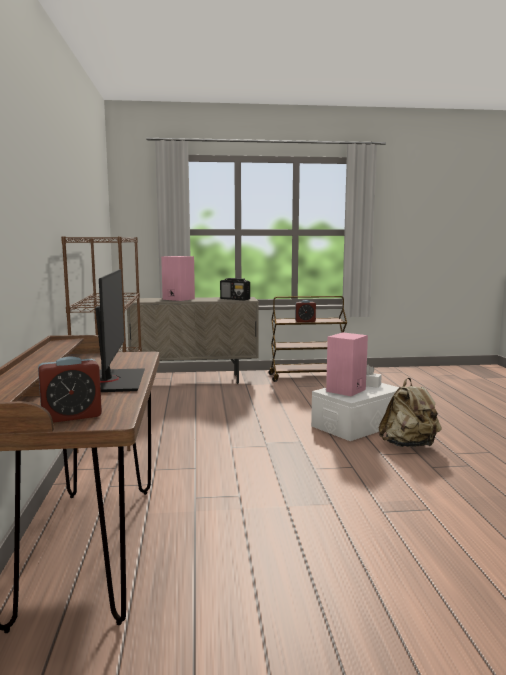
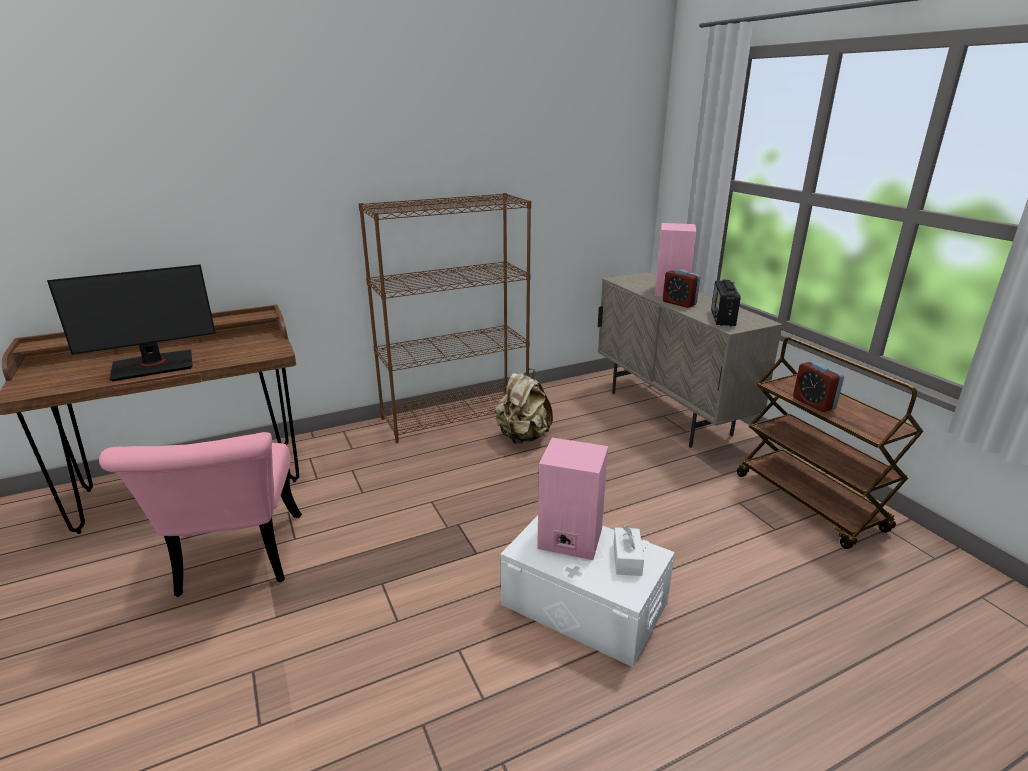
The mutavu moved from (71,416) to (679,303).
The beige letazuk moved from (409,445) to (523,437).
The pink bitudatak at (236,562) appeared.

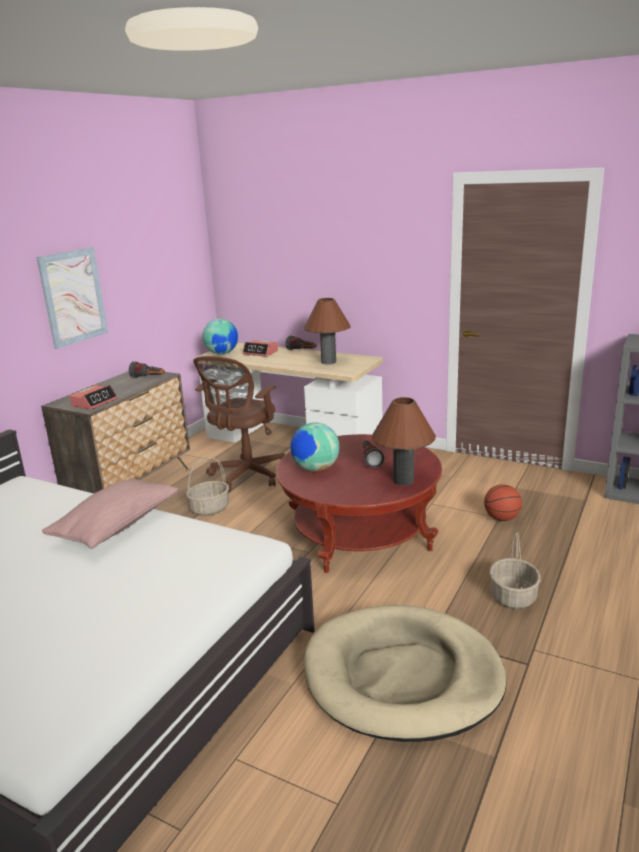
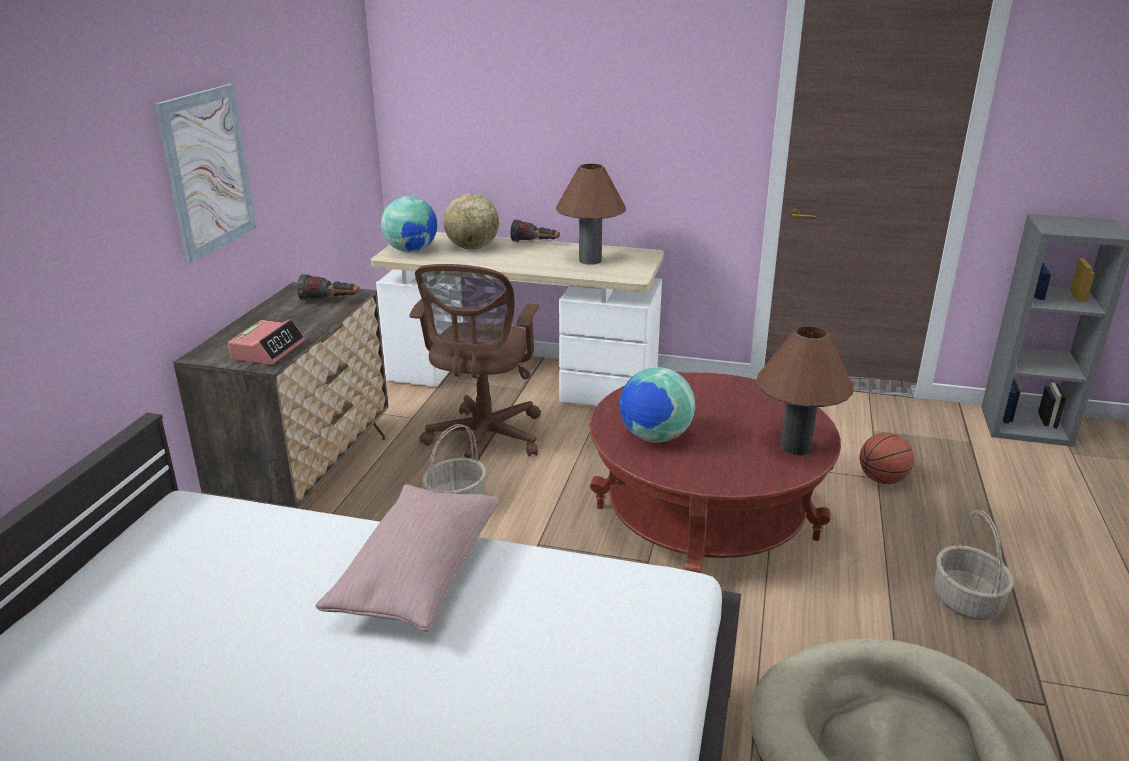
The mutavu at (260,353) was replaced by the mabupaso at (473,248).
The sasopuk at (370,460) disappeared.

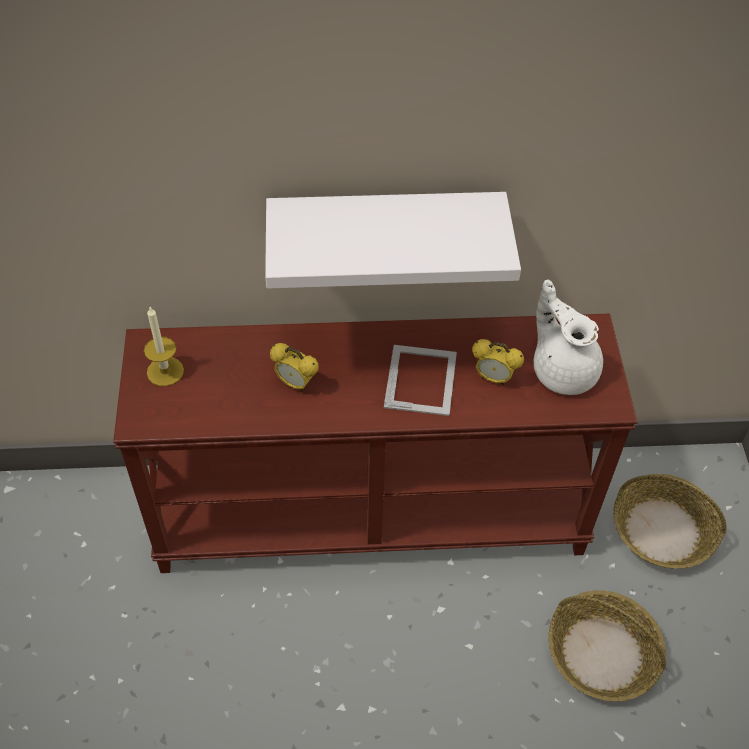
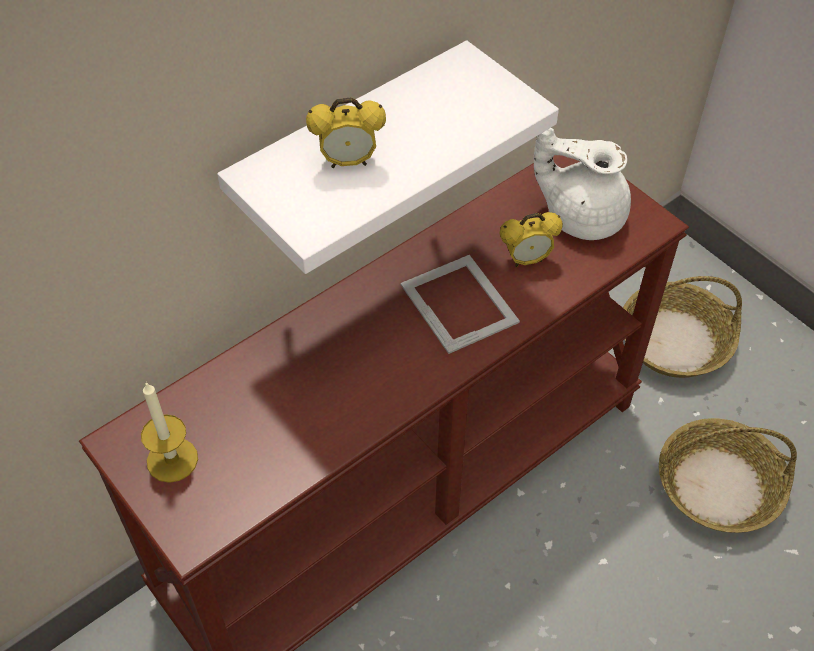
The mutavu moved from (295,384) to (348,162).

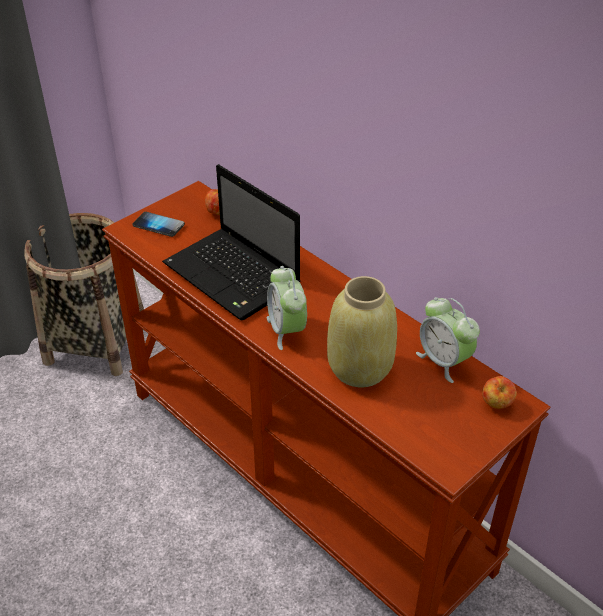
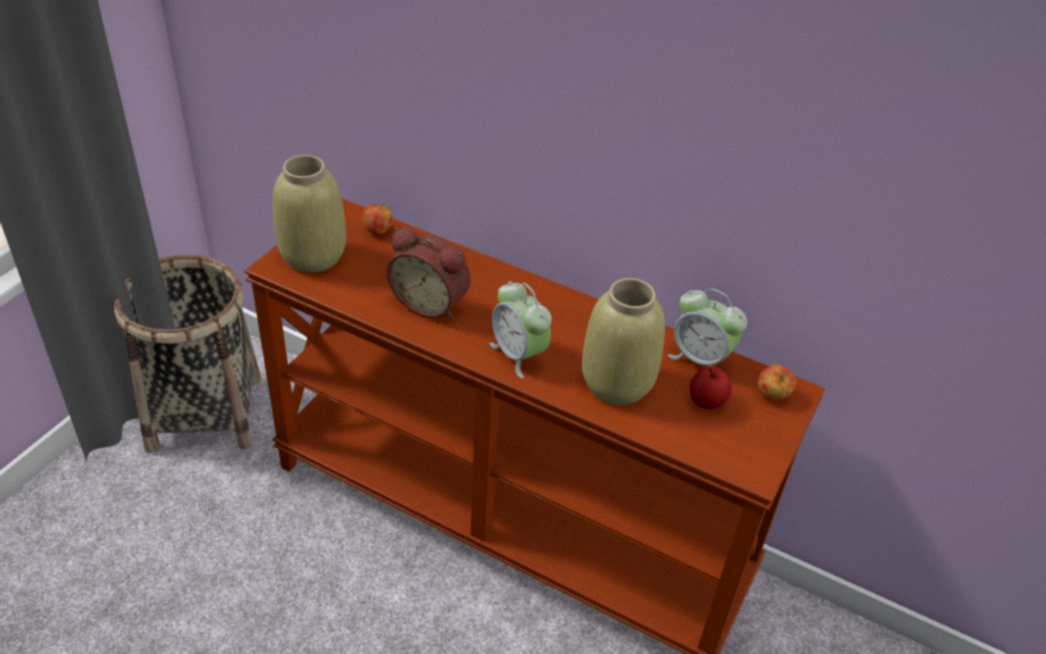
The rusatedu at (158,225) was replaced by the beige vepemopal at (313,256).
The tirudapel at (234,276) was replaced by the mutavu at (431,302).
The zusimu at (706,401) appeared.

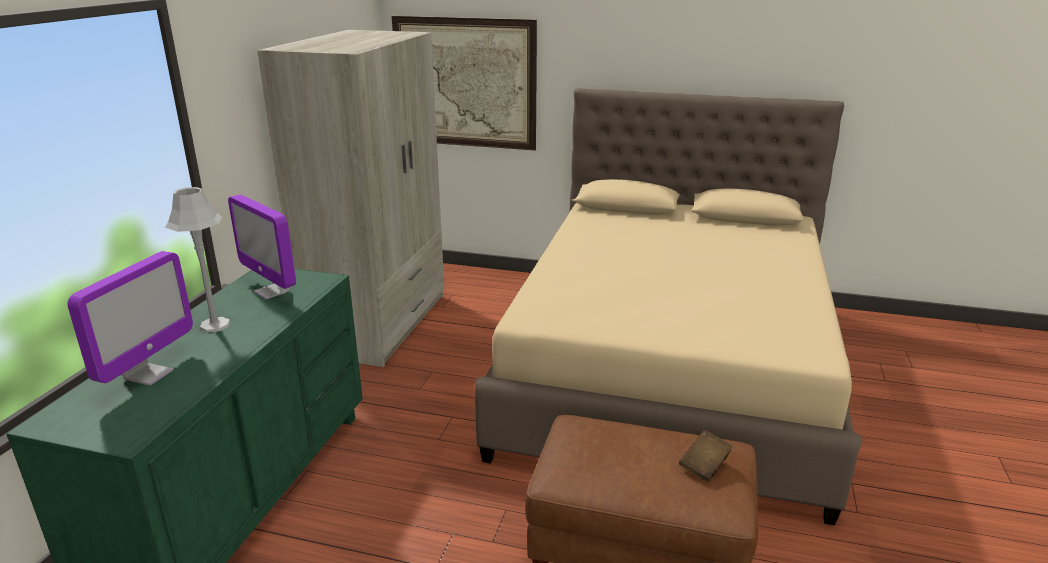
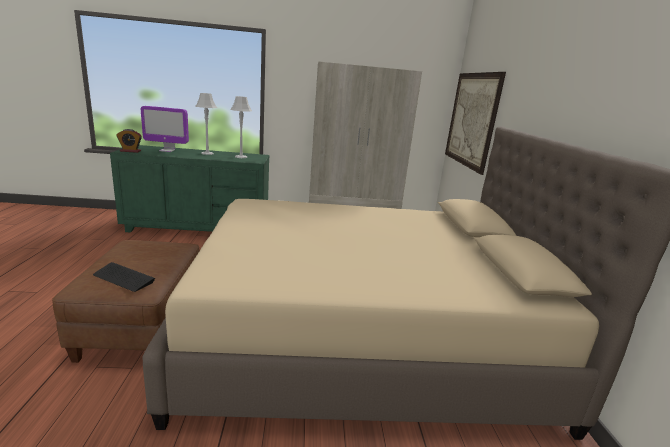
The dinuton at (272,291) was replaced by the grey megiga at (241,157).
The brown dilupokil at (704,466) was replaced by the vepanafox at (123,278).
The mutavu at (130,151) appeared.

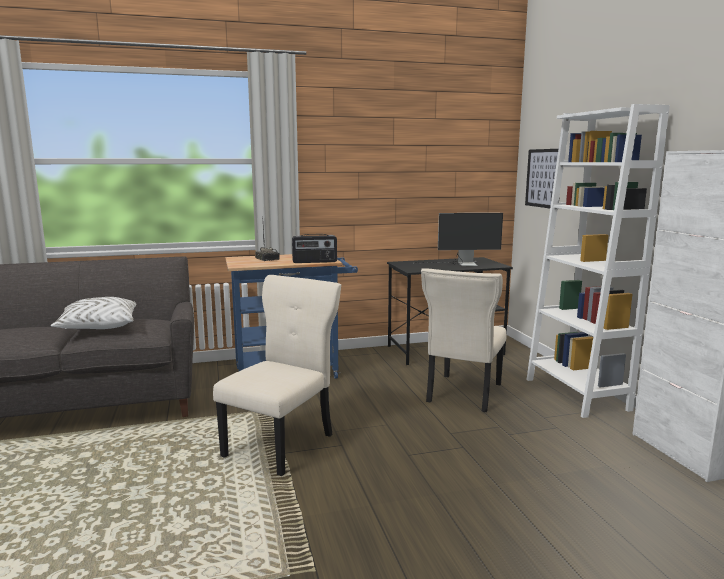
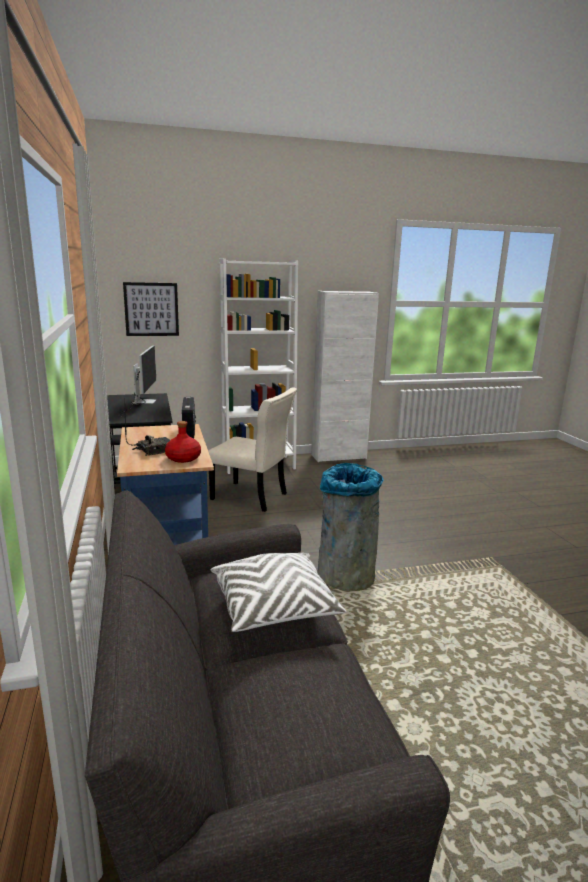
The beige bitudatak at (282,443) was replaced by the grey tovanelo at (345,575).
The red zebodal at (183,458) appeared.

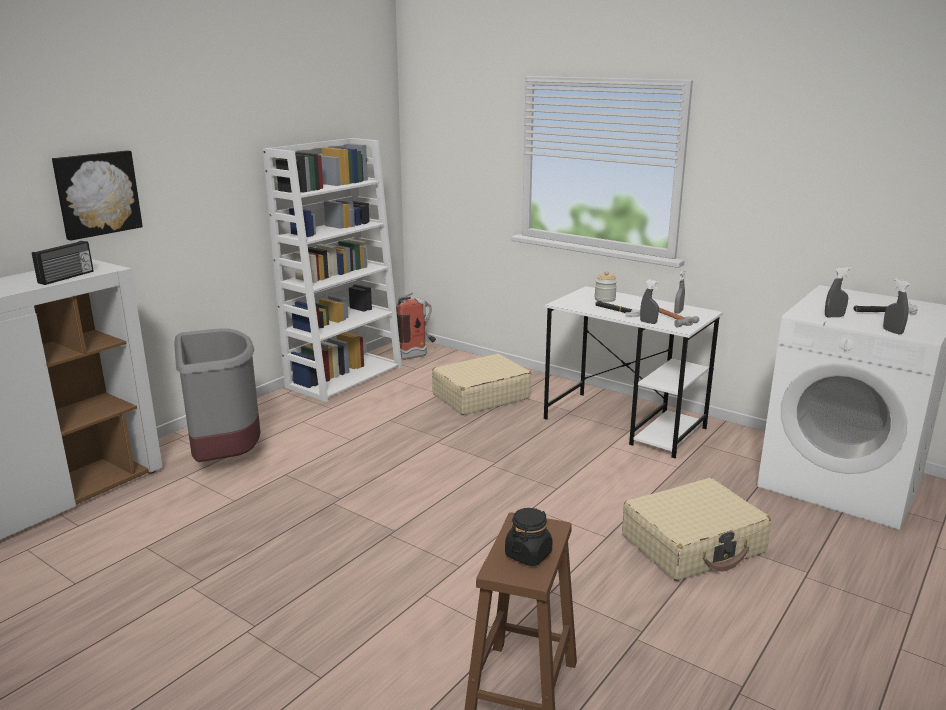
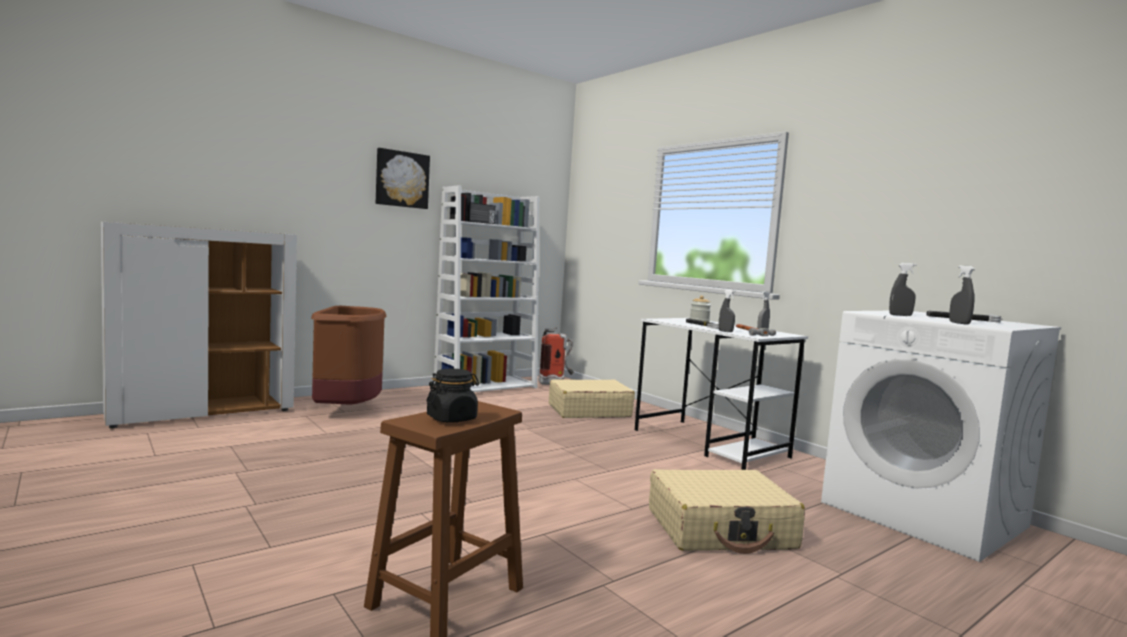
The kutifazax moved from (67,277) to (480,223).
The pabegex moved from (97,194) to (402,179).
The grey tovanelo at (224,455) became the brown tovanelo at (348,410).

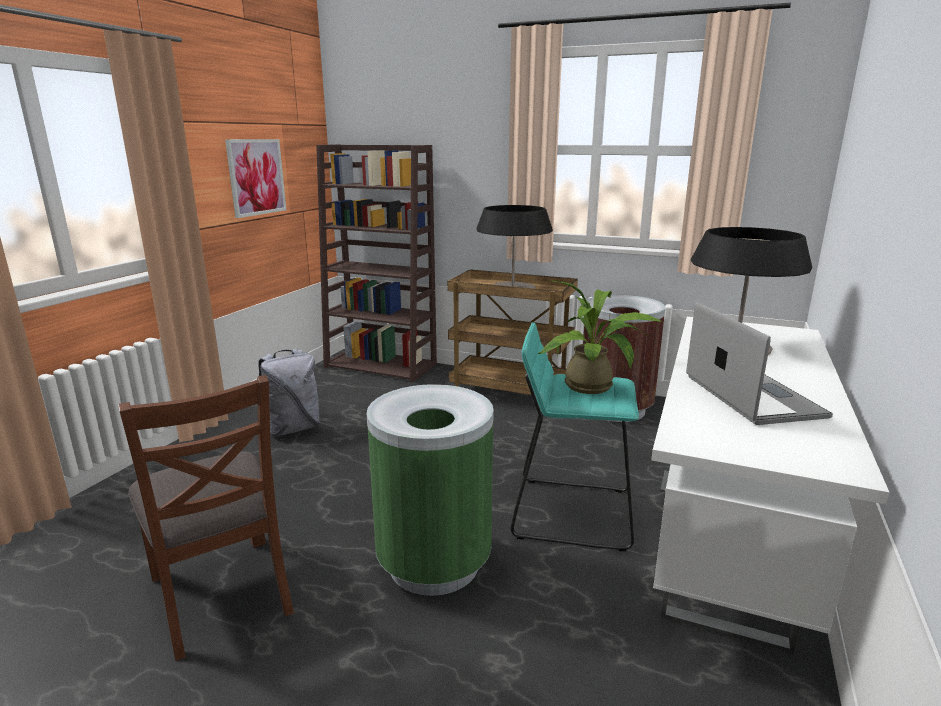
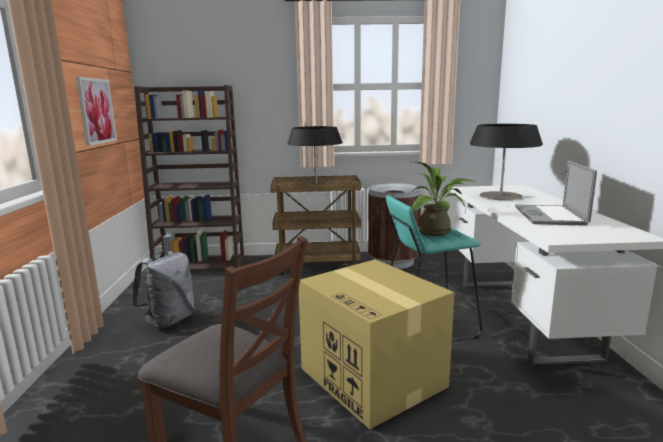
The green tovanelo at (434,563) was replaced by the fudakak at (374,378).
The tirudapel at (752,396) turned 135 degrees counterclockwise.

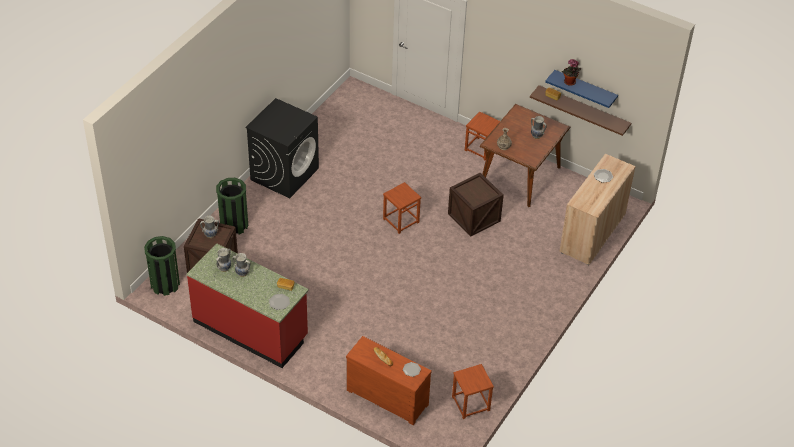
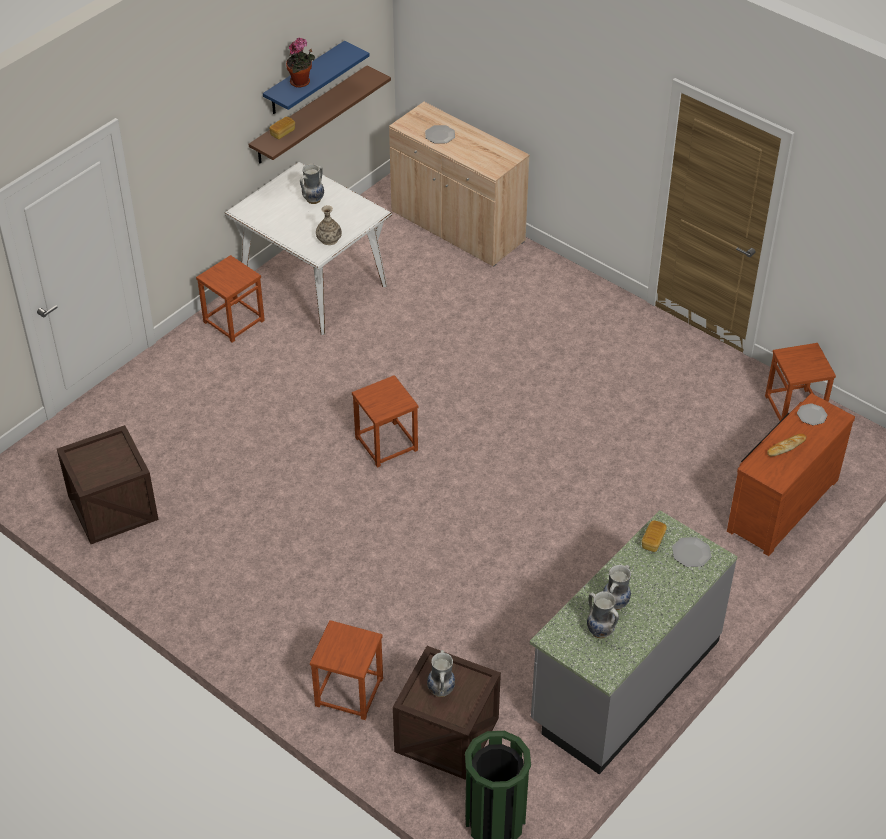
The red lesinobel at (251,329) became the grey lesinobel at (624,681).
The green tovanelo at (234,225) was replaced by the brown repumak at (348,692).
The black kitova at (284,173) disappeared.
The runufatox moved from (474,217) to (113,507).
The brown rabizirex at (520,176) became the white rabizirex at (314,285).

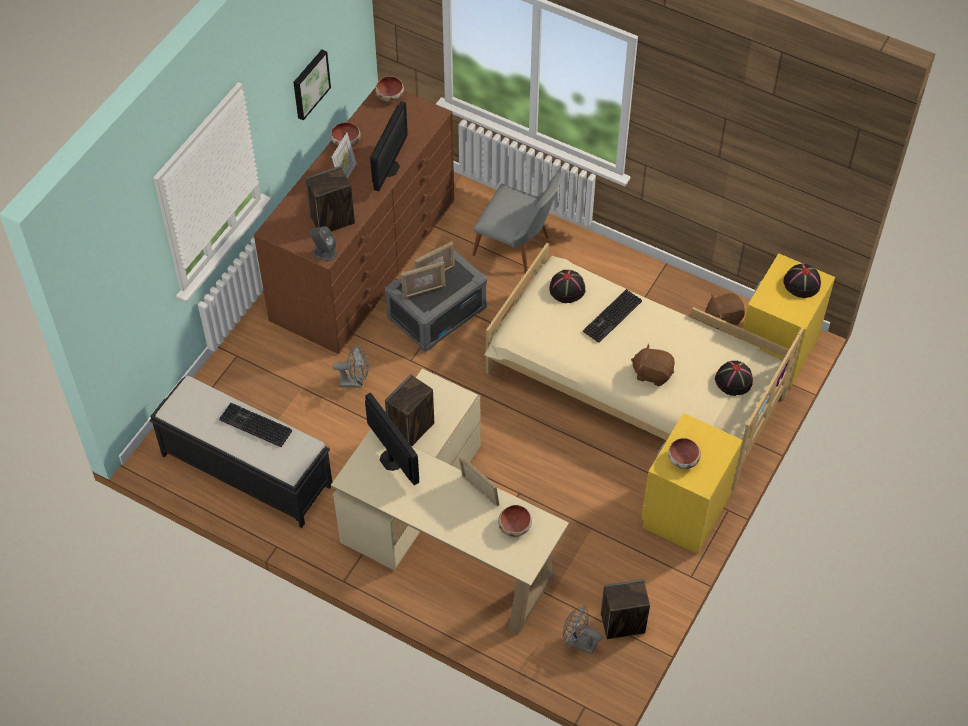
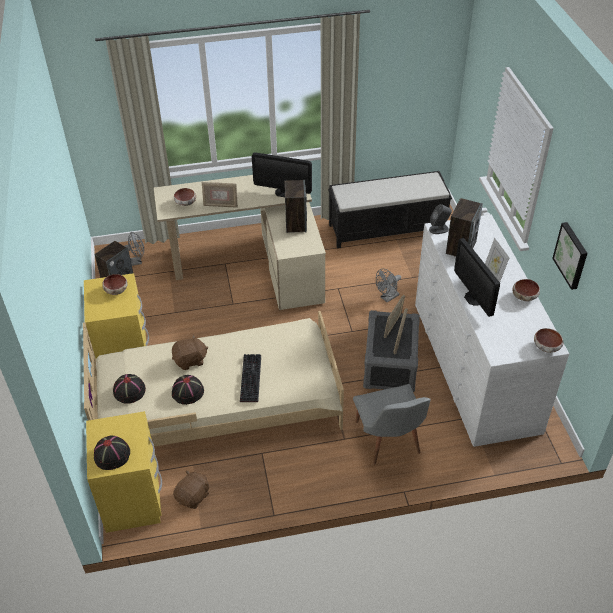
The vepanafox at (253,426) disappeared.
The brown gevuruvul at (364,259) became the white gevuruvul at (474,365).
The grey bitudatak at (517,249) turned 90 degrees counterclockwise.
The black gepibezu moved from (567,288) to (187,392).

